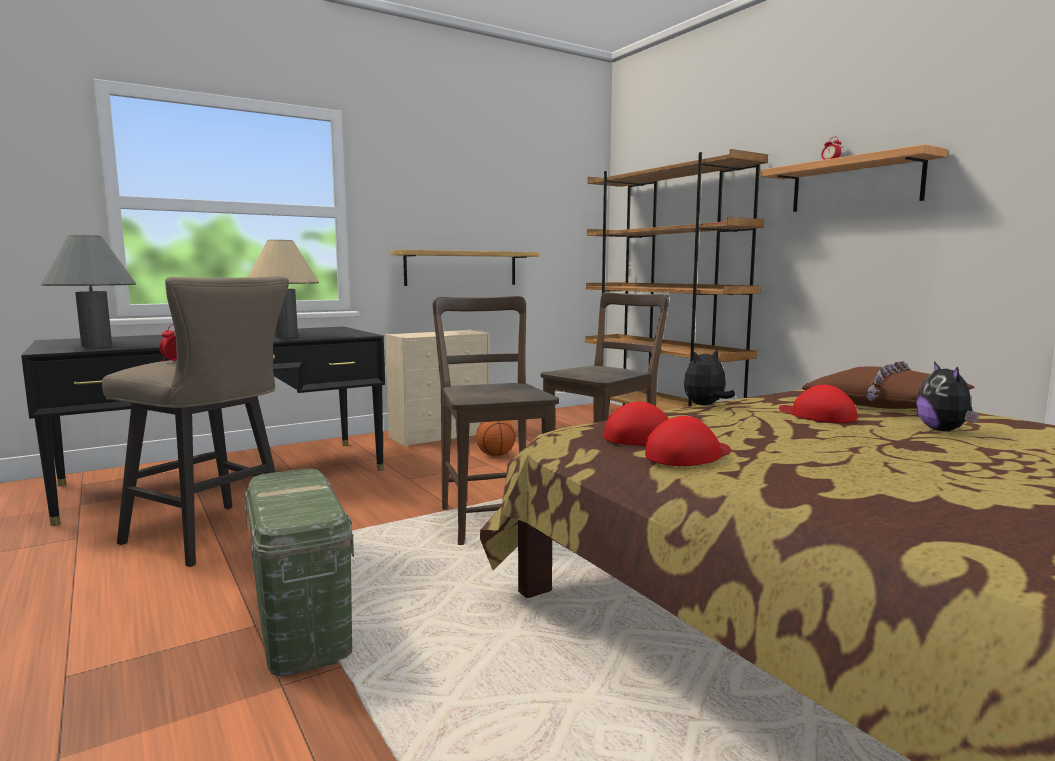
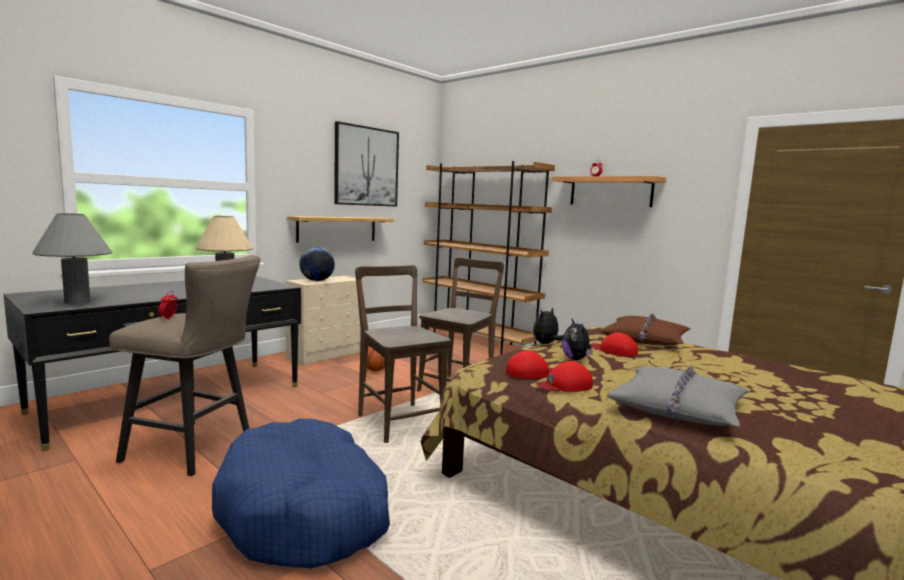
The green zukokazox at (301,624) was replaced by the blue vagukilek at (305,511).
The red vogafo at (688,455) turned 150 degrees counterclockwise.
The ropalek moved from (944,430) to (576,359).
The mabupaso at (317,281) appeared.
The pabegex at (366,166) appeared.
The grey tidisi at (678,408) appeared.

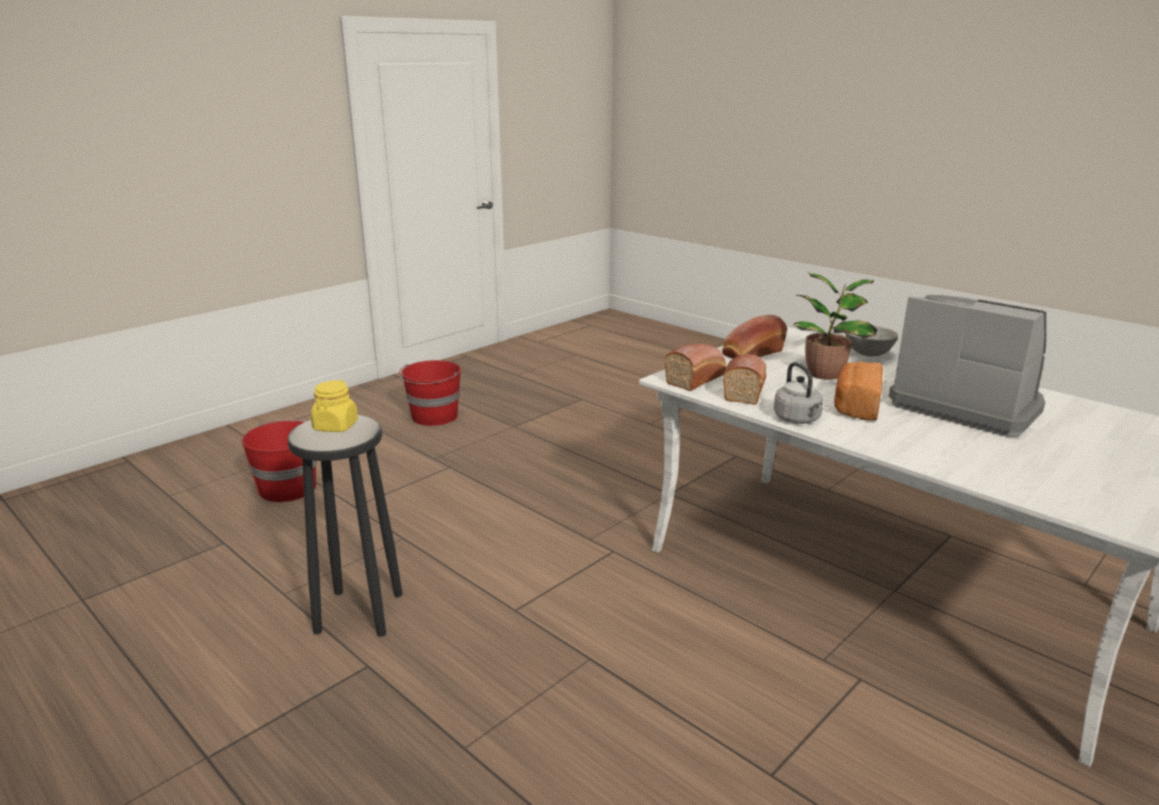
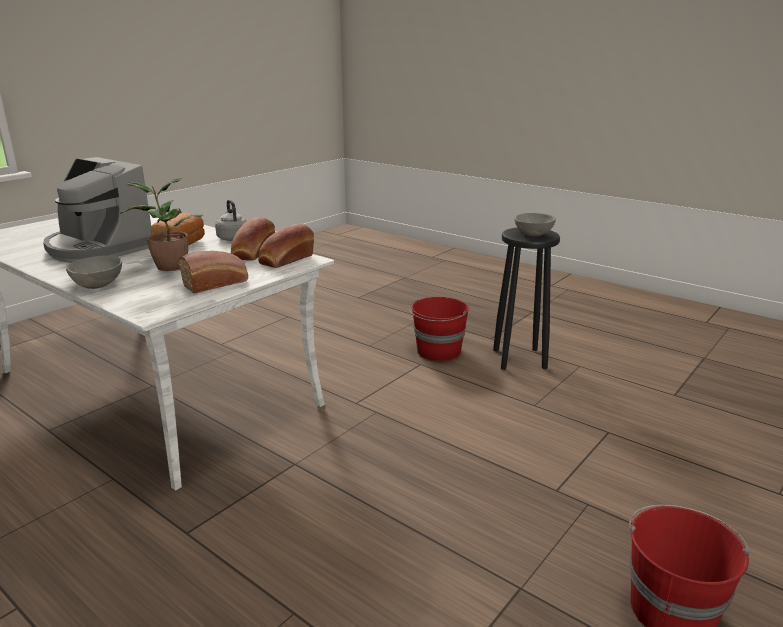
The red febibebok moved from (289,488) to (438,352).
The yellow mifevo at (335,426) was replaced by the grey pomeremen at (533,235).

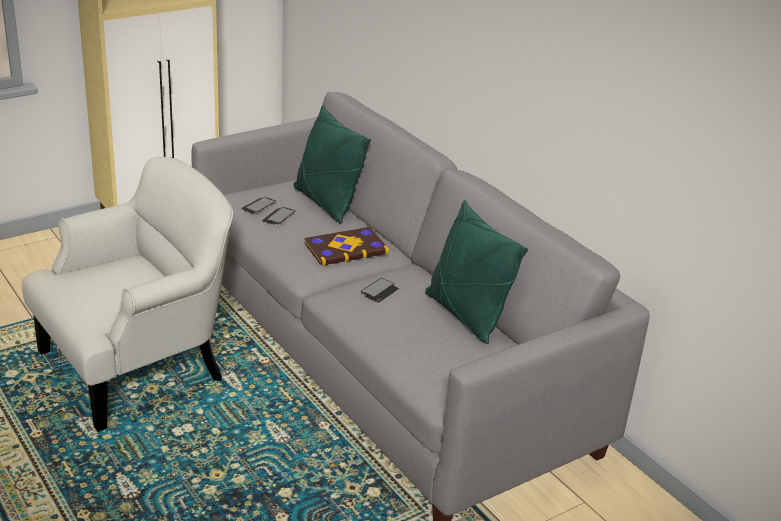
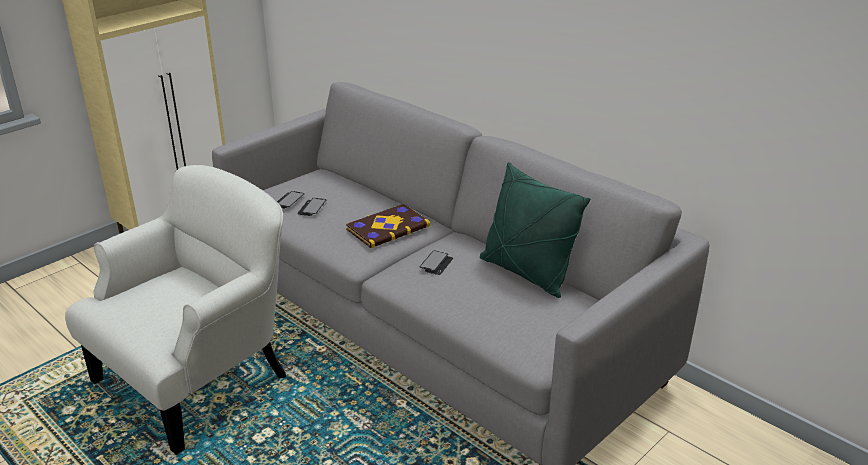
The green tidisi at (326,203) disappeared.

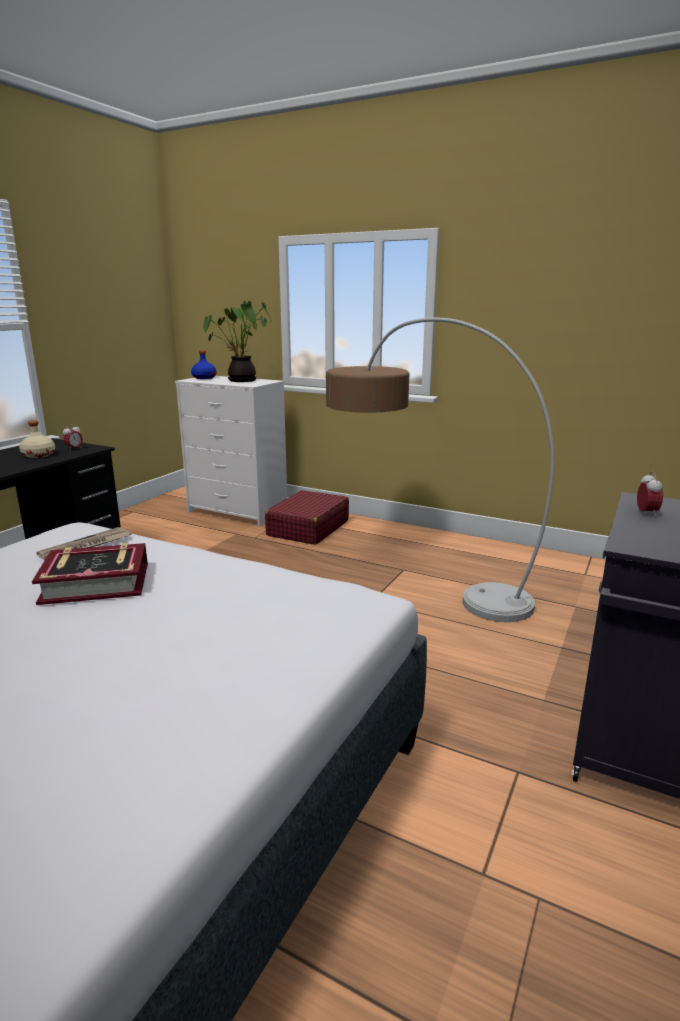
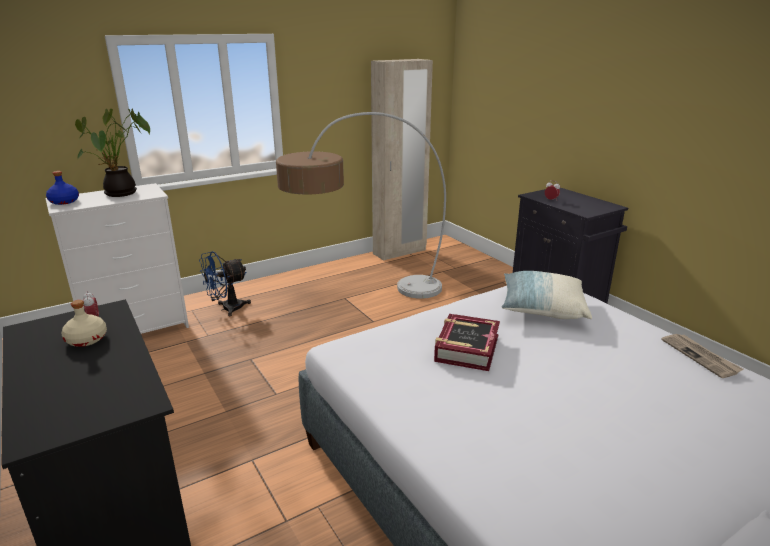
The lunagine moved from (85,547) to (700,357).
The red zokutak at (308,528) was replaced by the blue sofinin at (227,309).
The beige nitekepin at (399,252) appeared.
The tidisi at (542,308) appeared.

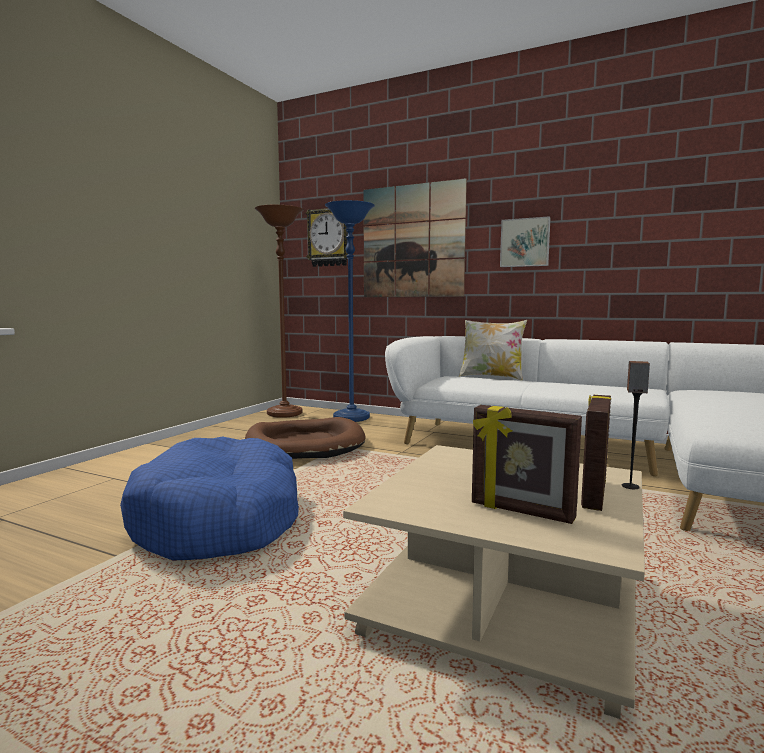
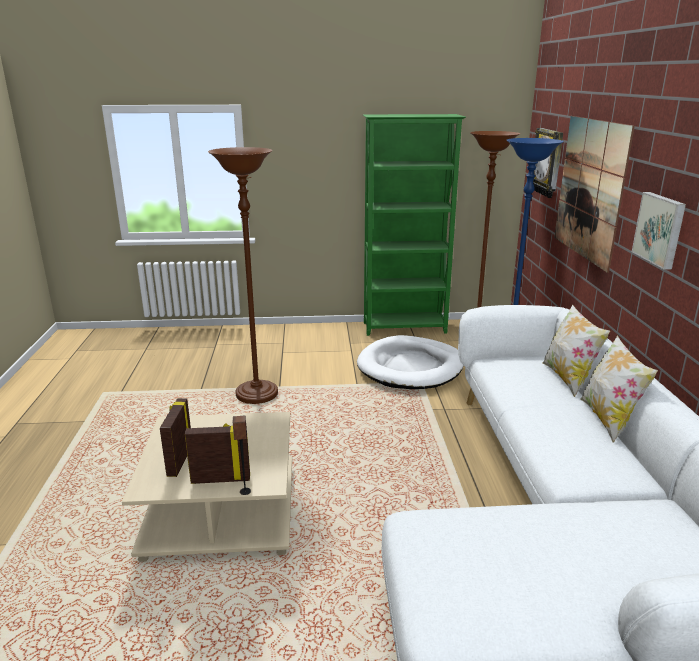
The blue vagukilek at (219,519) was replaced by the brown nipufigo at (257,394).
The brown vagukilek at (305,444) became the white vagukilek at (410,367).
The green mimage at (405,328) appeared.
The tidisi at (608,419) appeared.

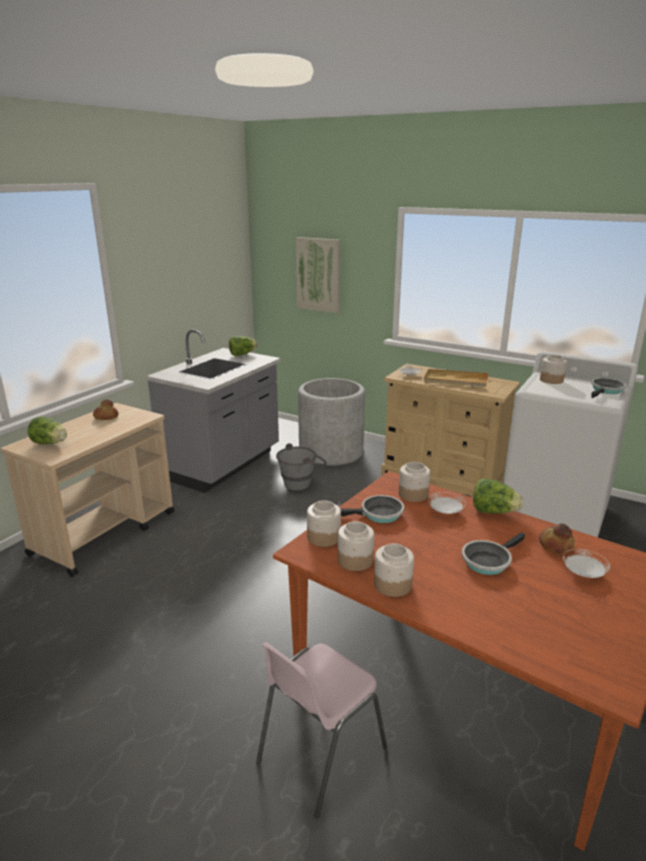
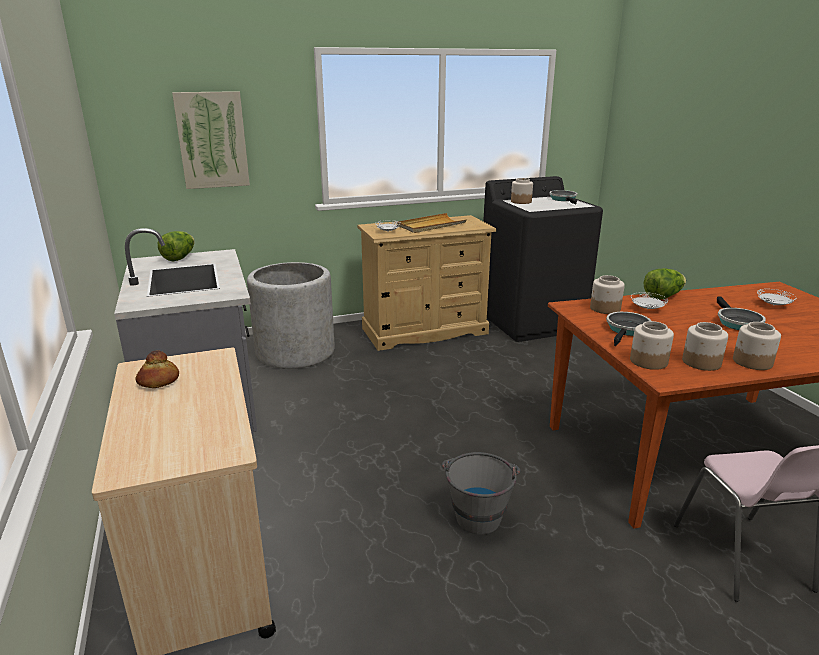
The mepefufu at (50,443) disappeared.
The grey febibebok moved from (302,482) to (478,512).
The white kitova at (554,513) became the black kitova at (531,321).
The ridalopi at (556,545) disappeared.

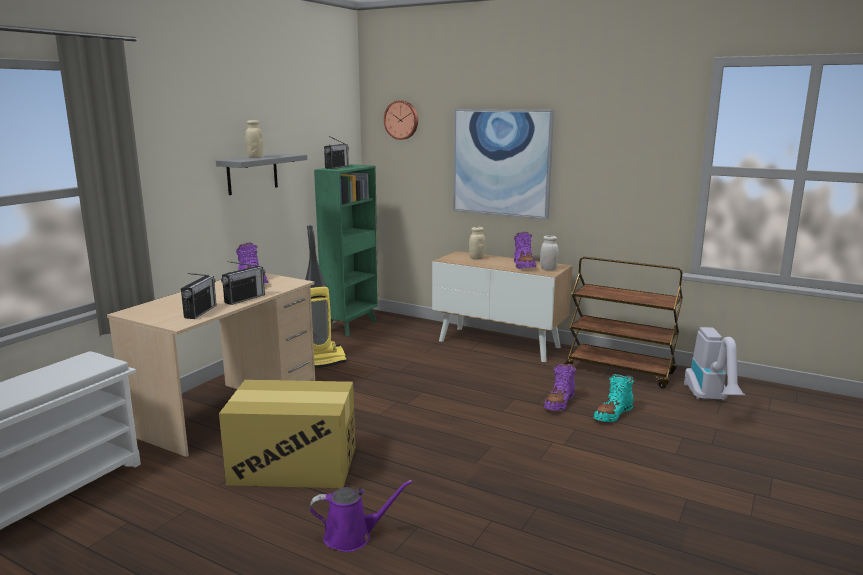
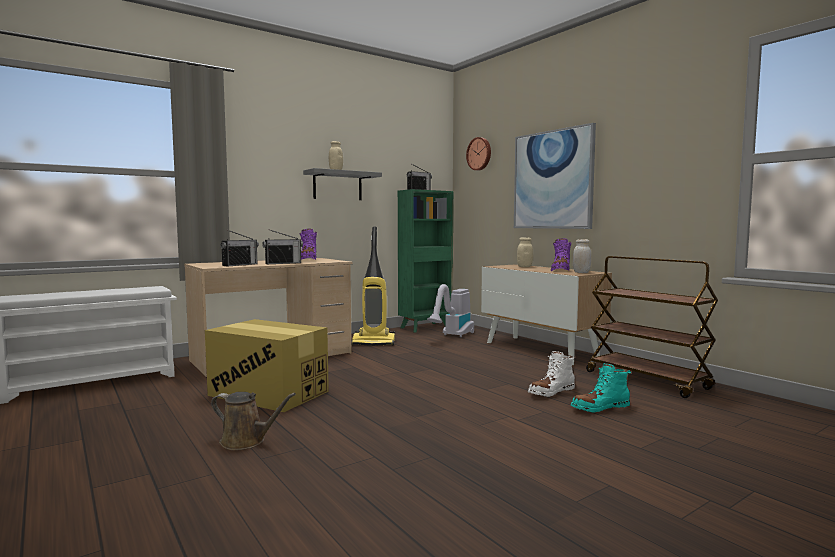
The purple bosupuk at (352,536) became the brown bosupuk at (246,441).
The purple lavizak at (559,402) became the white lavizak at (551,392).
The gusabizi moved from (711,400) to (452,336).

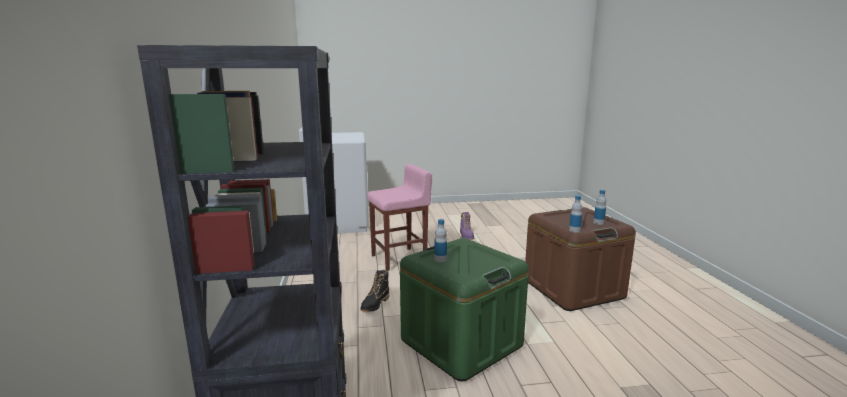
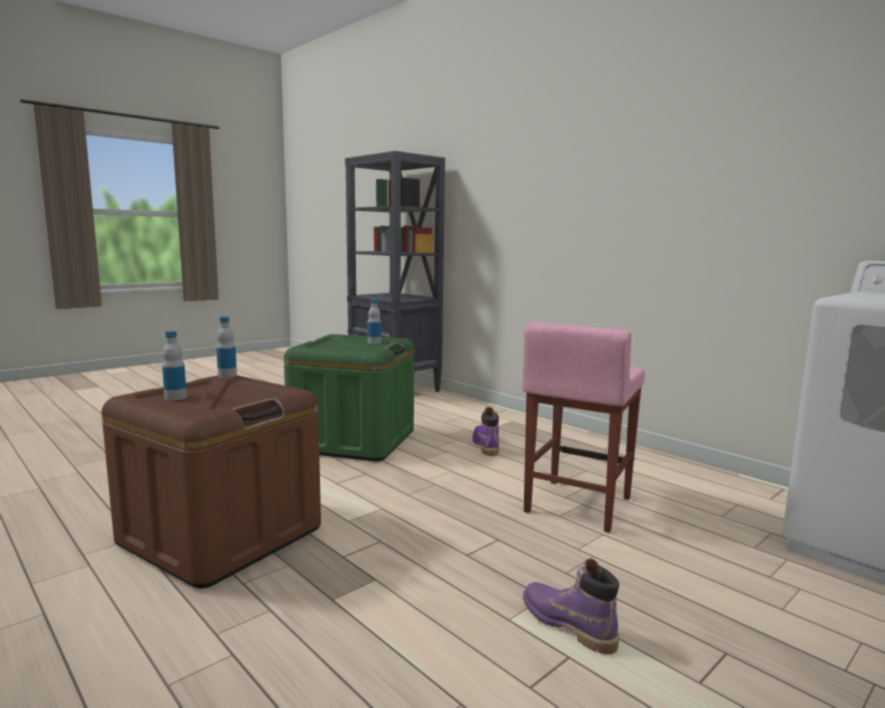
The black lavizak at (375,304) became the purple lavizak at (485,446).

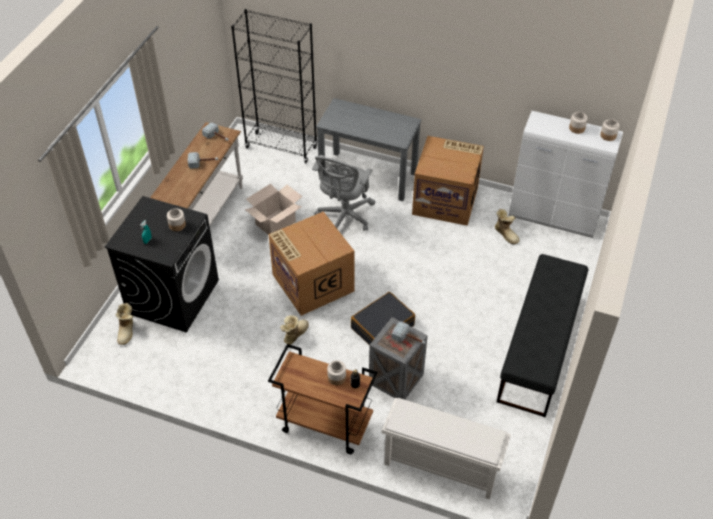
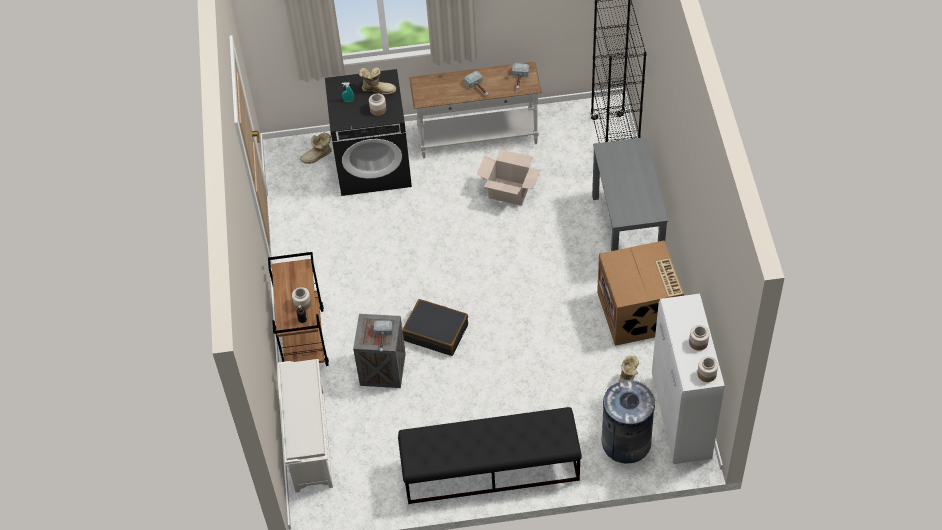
The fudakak at (311,282) disappeared.
The lavizak moved from (294,334) to (378,89).
The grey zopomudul at (344,217) disappeared.
The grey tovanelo at (626,442) appeared.

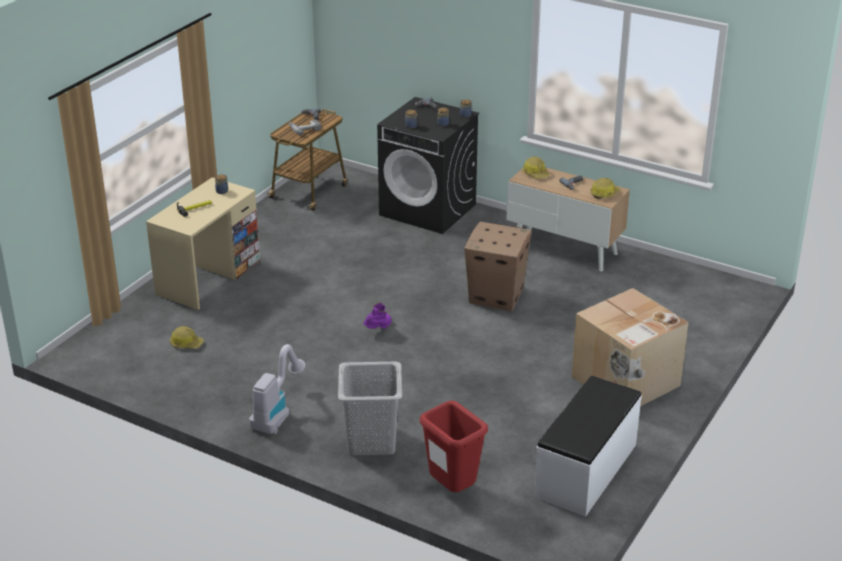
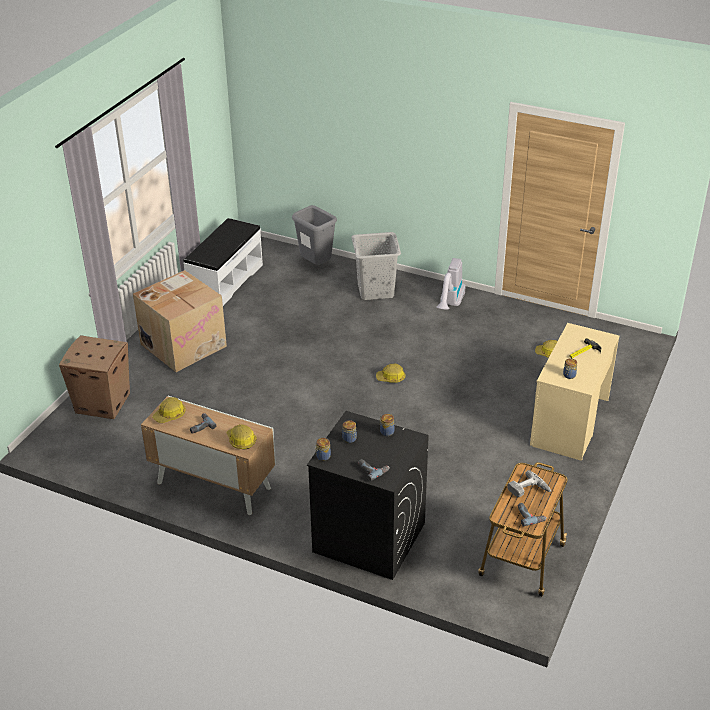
The purple lavizak at (378,329) was replaced by the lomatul at (391,378).
The red tovanelo at (452,489) became the grey tovanelo at (316,266).
The fudakak moved from (495,295) to (103,403).

